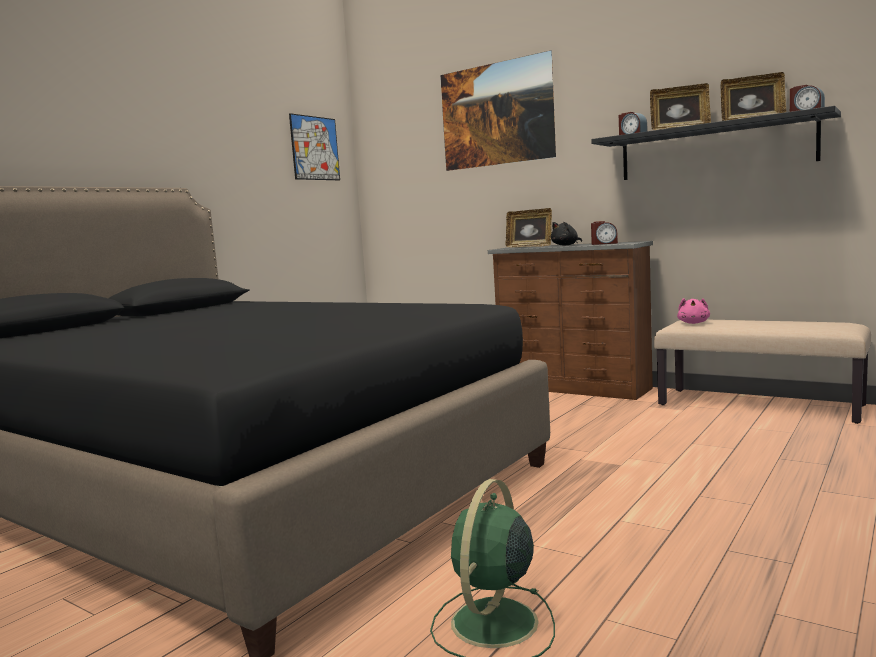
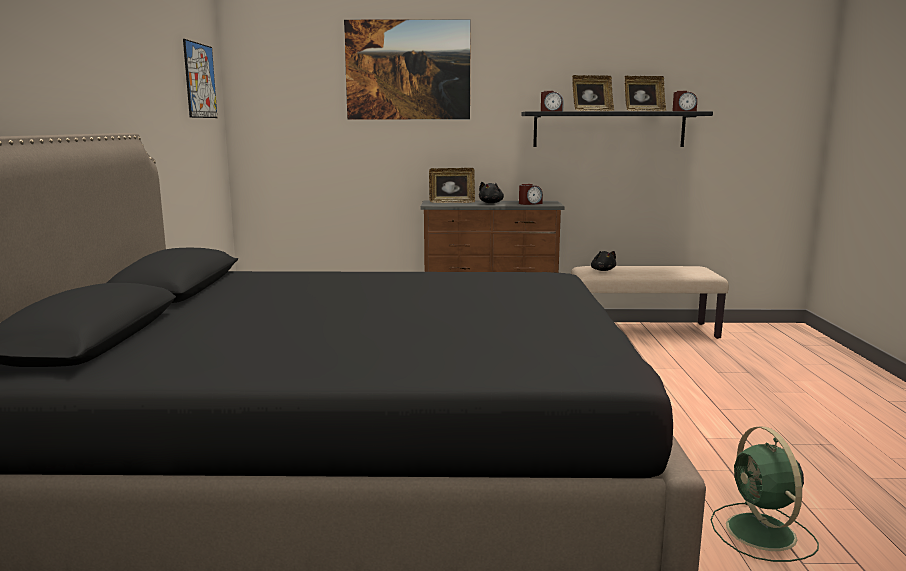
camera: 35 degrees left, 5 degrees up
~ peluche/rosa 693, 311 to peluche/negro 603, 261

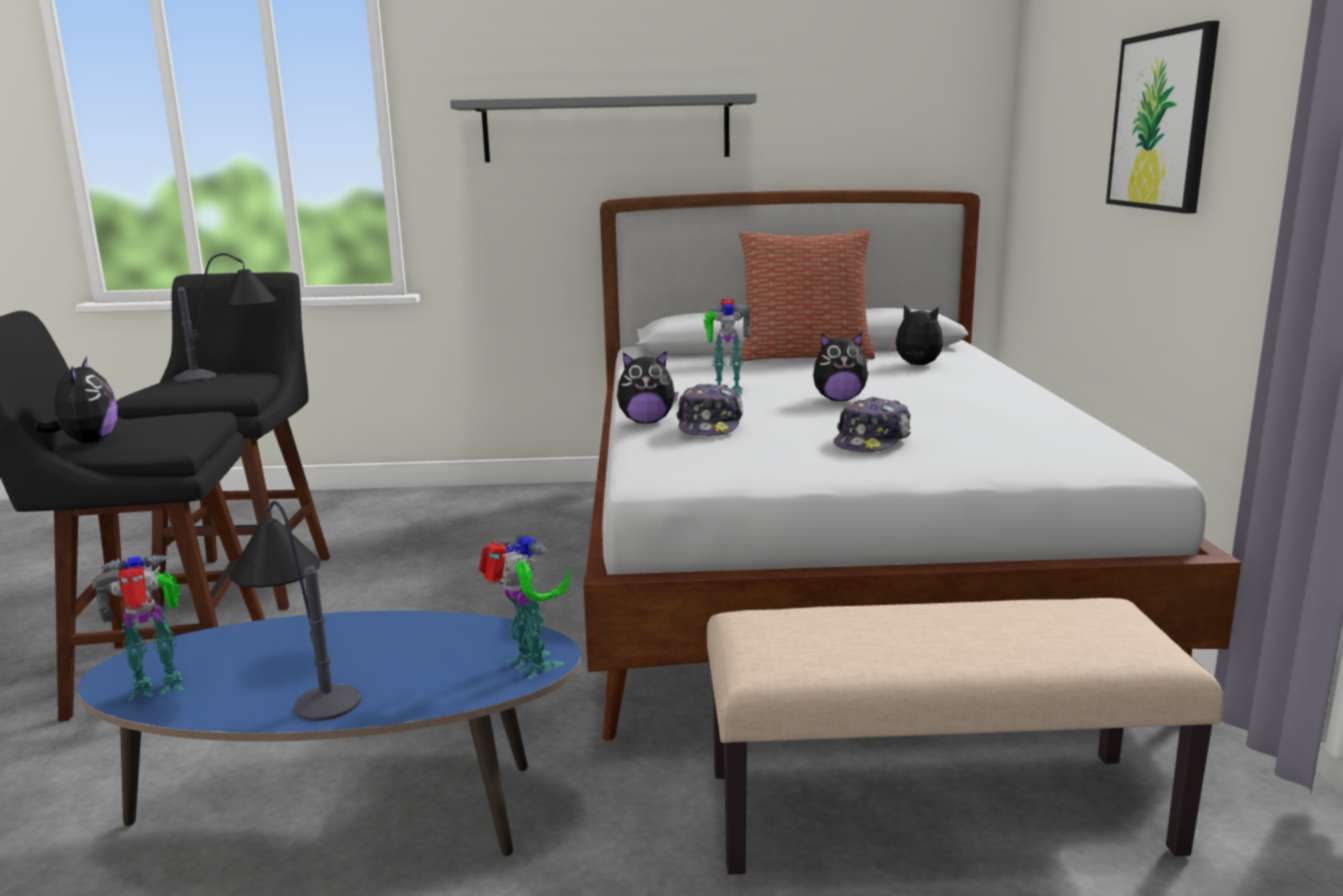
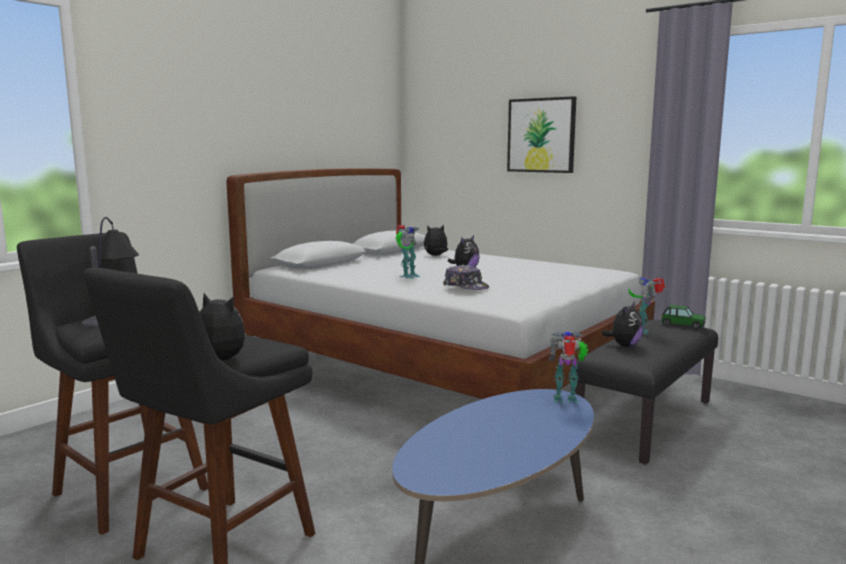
camera: 50 degrees left, 5 degrees down
~ robot de juguete 138, 627 to 647, 306
- lámpara de mesa 295, 611
- estante/gris 603, 128
~ peluche 648, 387 to 622, 324
~ banco/beis 965, 736 to banco/negro 644, 392
- cojín 807, 295
- gorra 872, 424
+ coche de juguete 683, 317

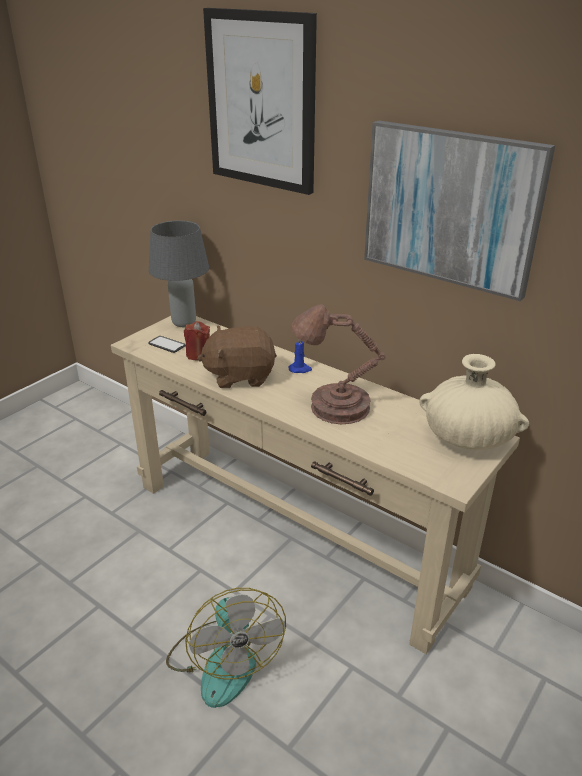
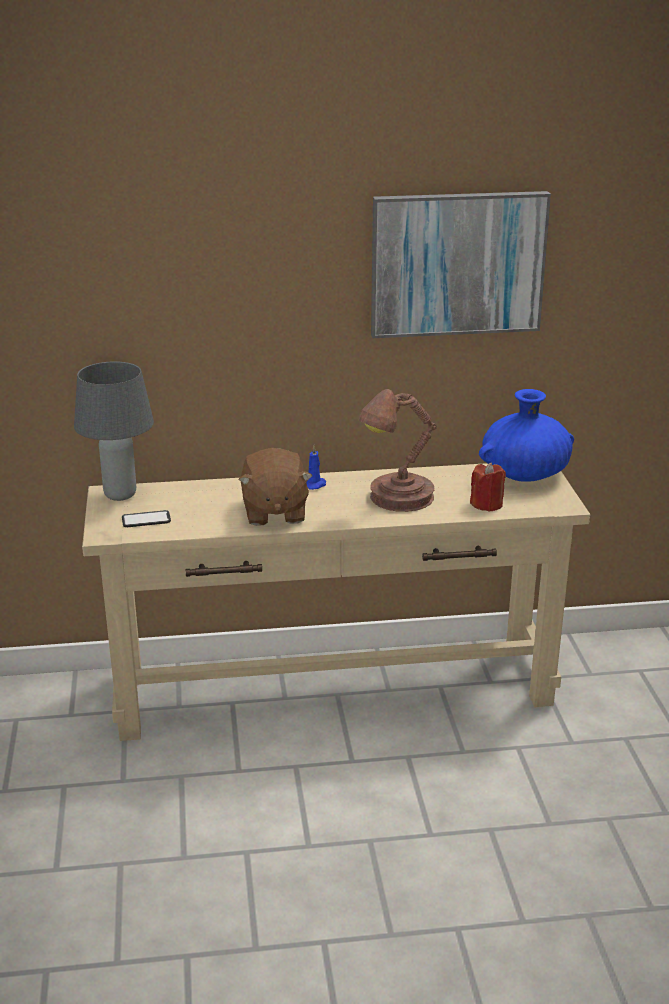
camera: 45 degrees left, 5 degrees down
- ventilador 226, 648
~ vela/rojo 197, 341 to 488, 487
~ peluche/marrón 237, 356 = 275, 487 45 degrees counterclockwise
- cuadro 260, 101
~ florero/beis 474, 402 to florero/azul 526, 435

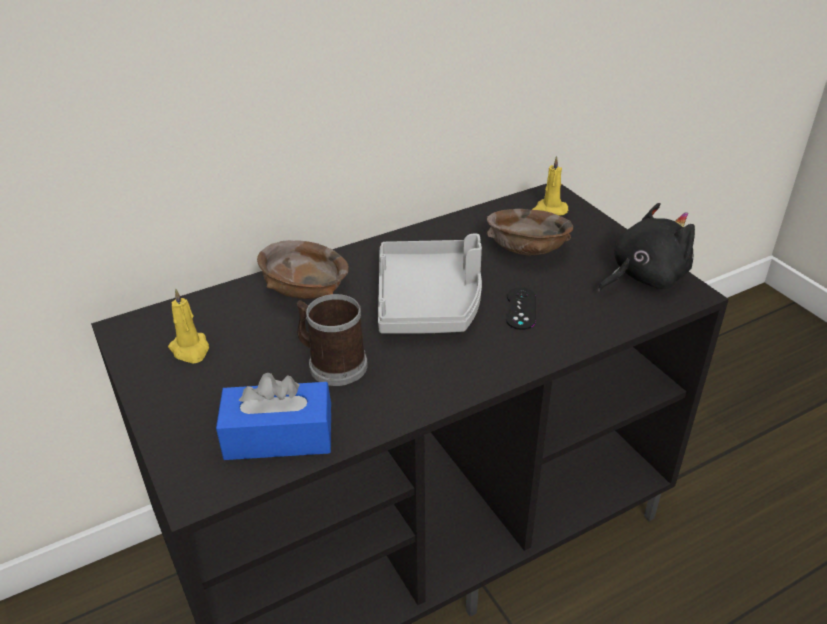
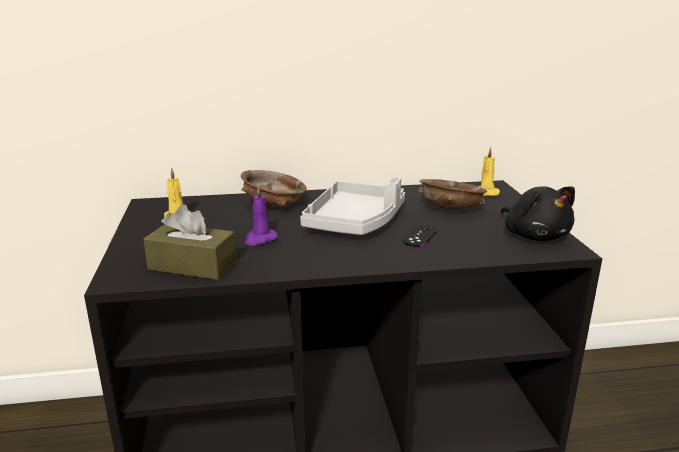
camera: 20 degrees right, 15 degrees down
~ caja de pañuelos/azul 273, 416 to caja de pañuelos/marrón 190, 242
~ taza grande 331, 340 to vela/morado 260, 215
~ peluche/negro 646, 247 = 538, 213 75 degrees clockwise

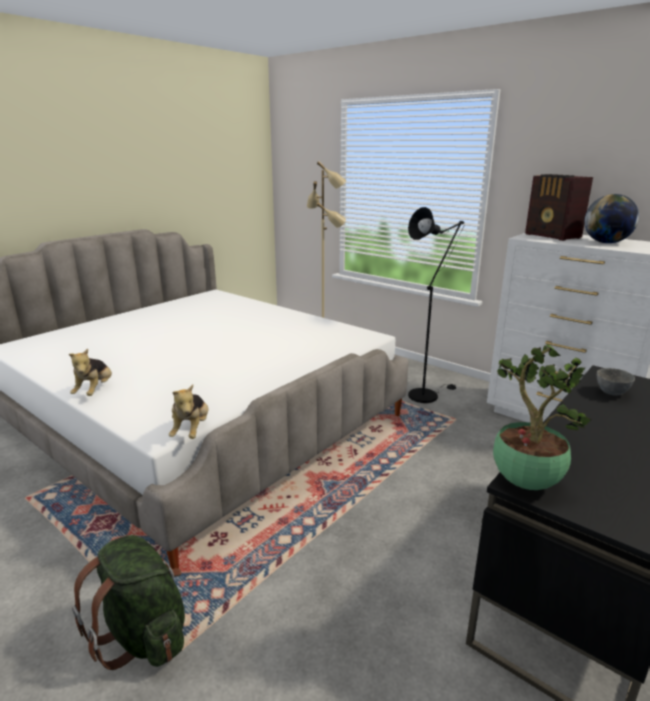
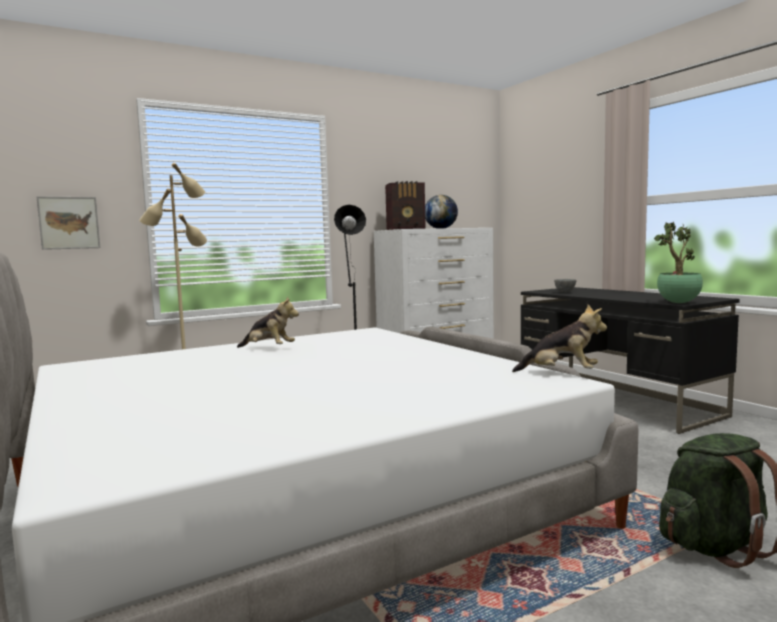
camera: 70 degrees left, 15 degrees down
~ peluche 90, 372 to 268, 322
+ cuadro 68, 223

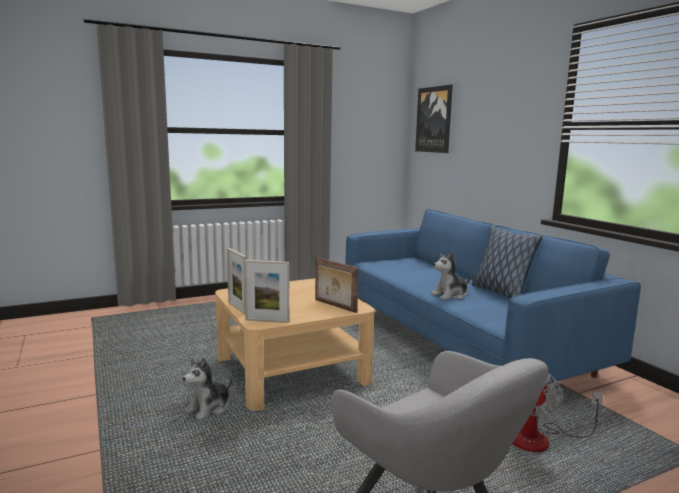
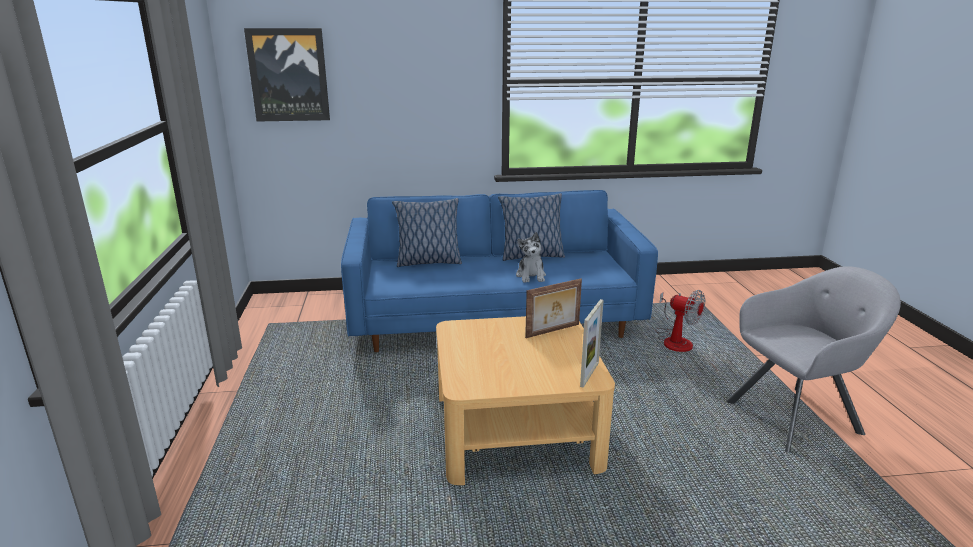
camera: 70 degrees left, 10 degrees up
- peluche 208, 389
- portarretratos 236, 281
+ cojín 427, 232

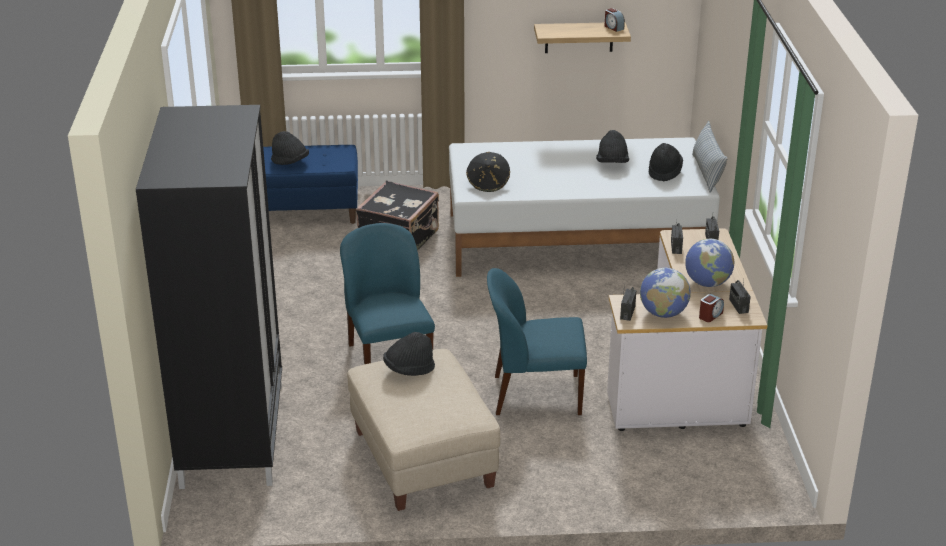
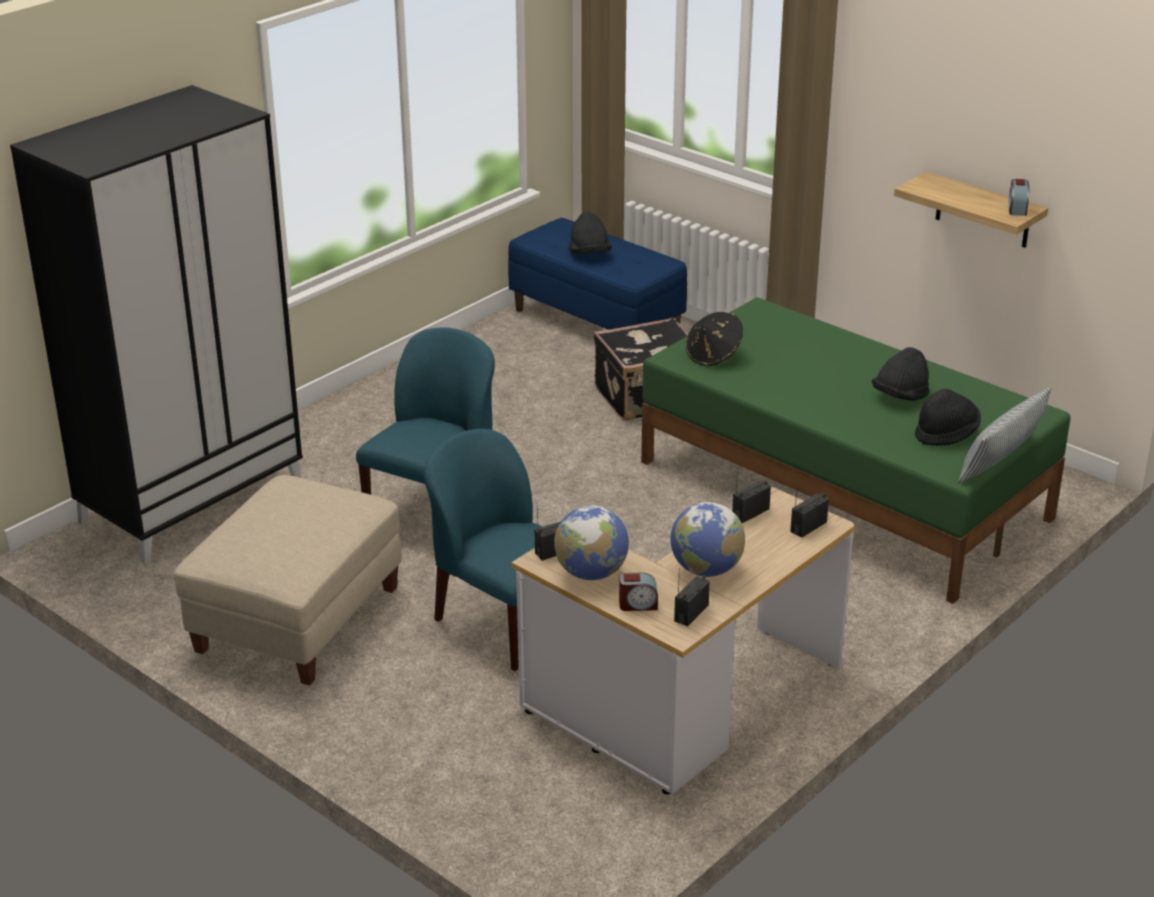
camera: 45 degrees right, 0 degrees up
- sombrero/negro 409, 354
~ cama/blanco 584, 207 to cama/verde 855, 450

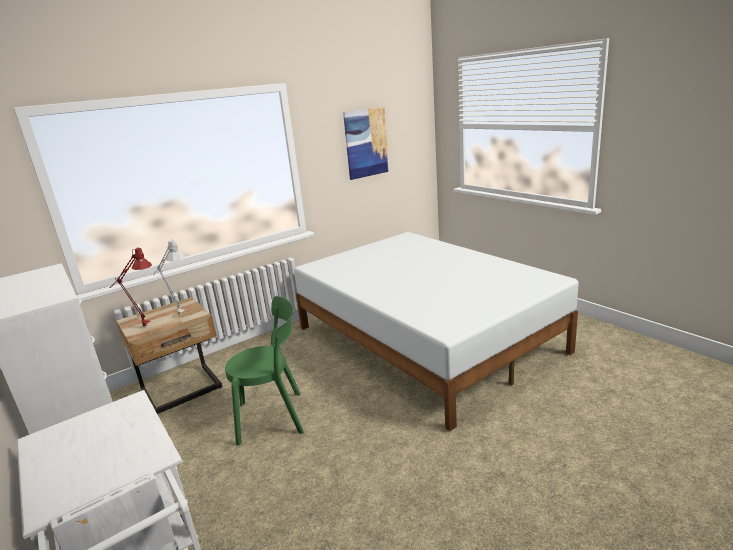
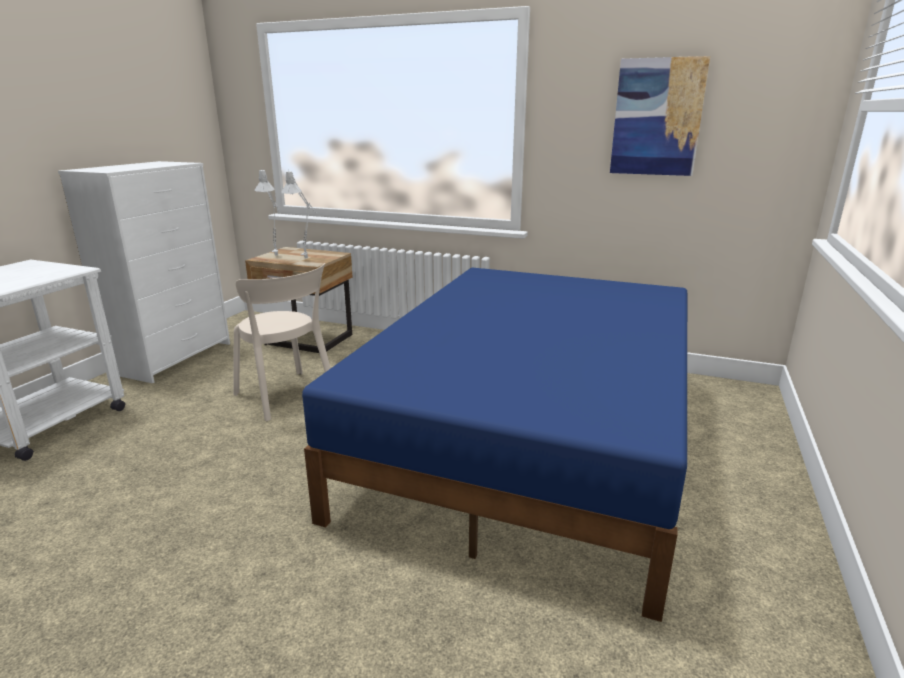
camera: 55 degrees right, 0 degrees up
~ lámpara de mesa/rojo 131, 286 to lámpara de mesa/gris 267, 212
~ silla/verde 264, 370 to silla/beis 282, 342
~ cama/blanco 436, 332 to cama/azul 494, 444

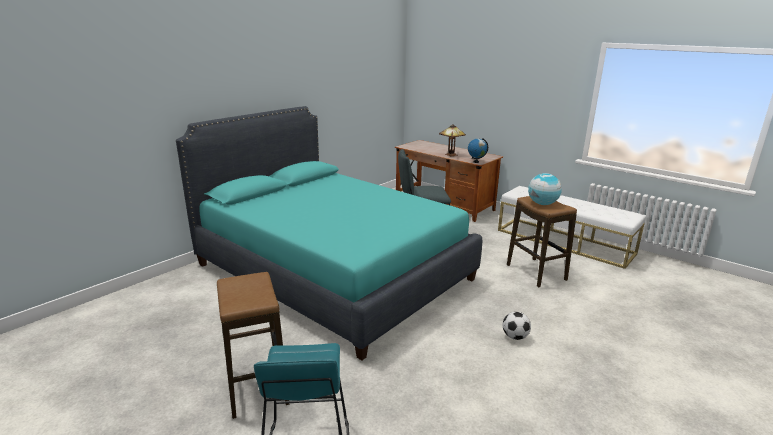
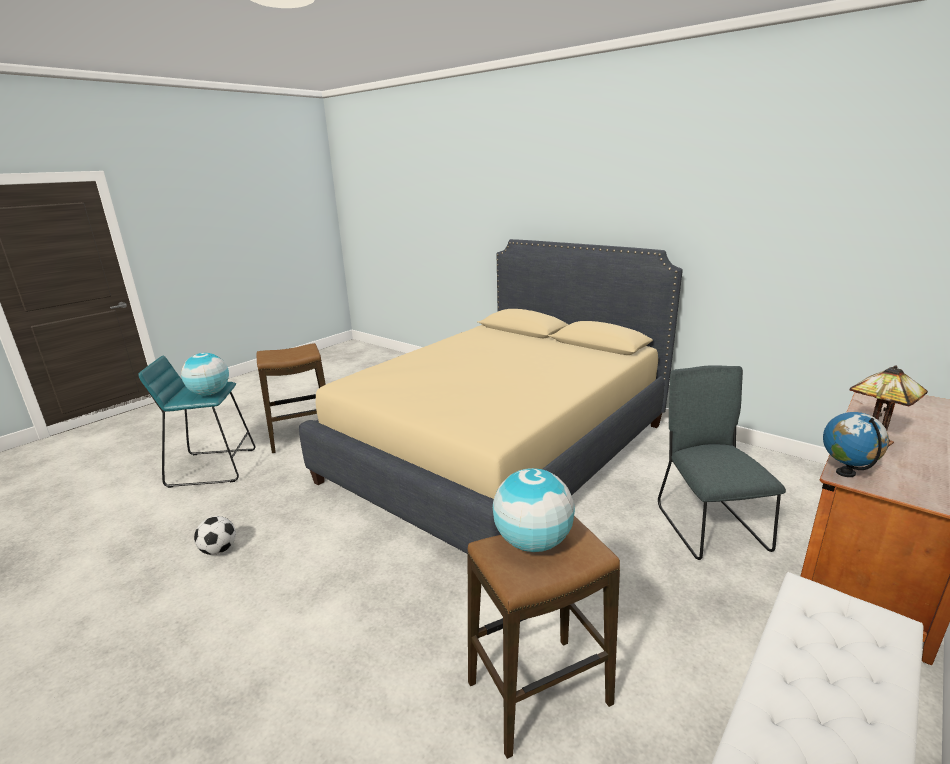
camera: 90 degrees right, 0 degrees up
~ cama/turquesa 329, 233 to cama/beis 491, 396
~ balón de fútbol 517, 326 to 215, 535
+ globo terráqueo 205, 374

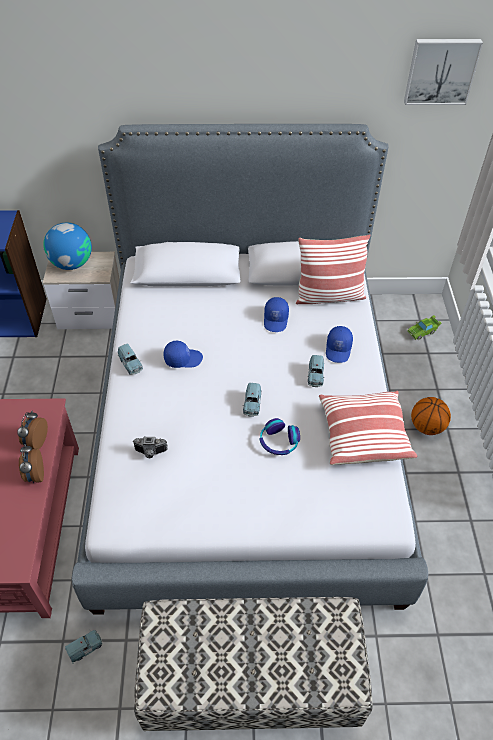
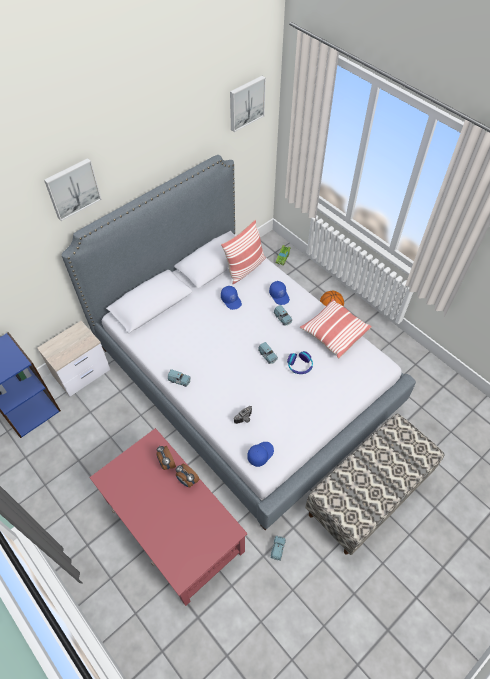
camera: 40 degrees left, 5 degrees up
- globo terráqueo 67, 246
~ gorra/azul 183, 354 to 260, 454
+ cuadro 73, 189

